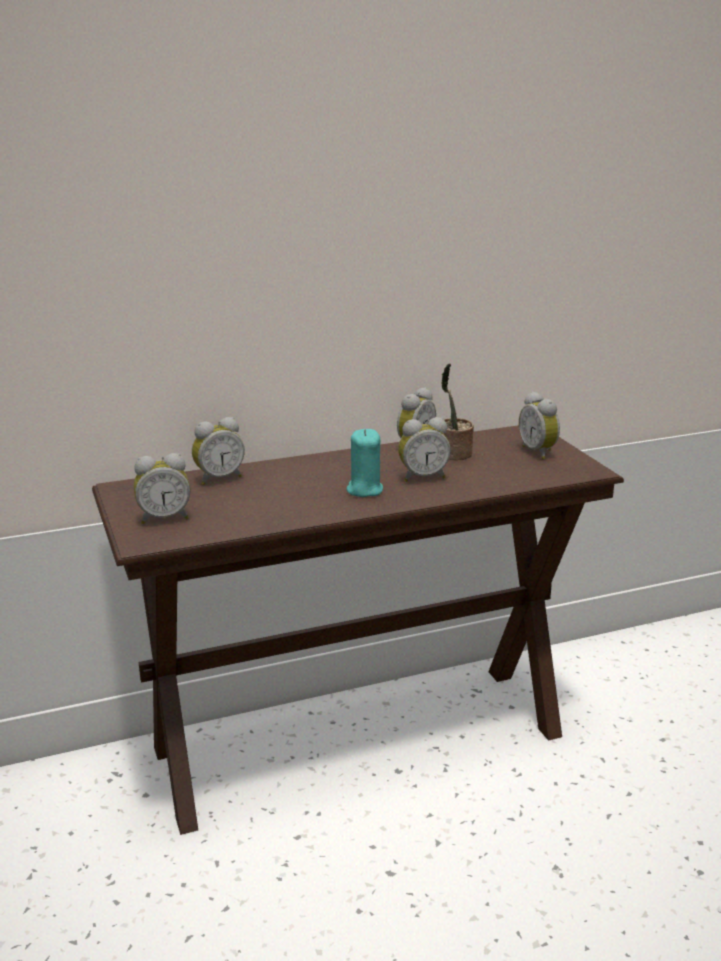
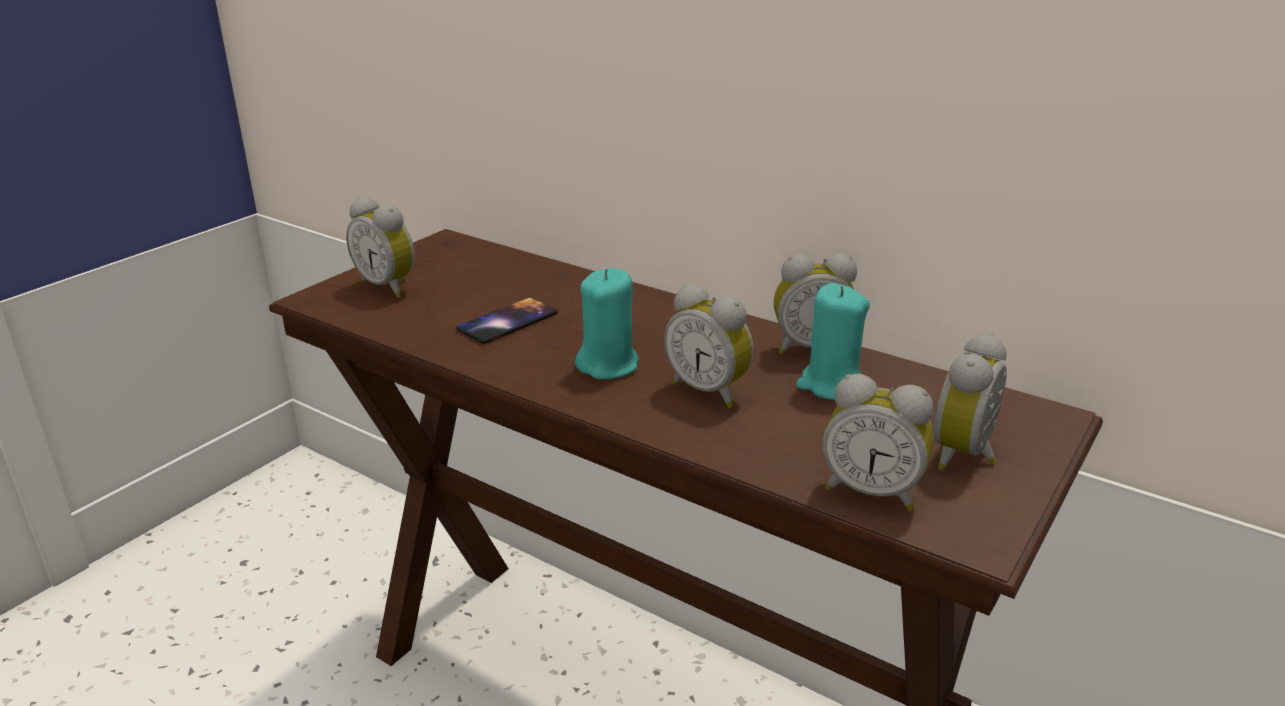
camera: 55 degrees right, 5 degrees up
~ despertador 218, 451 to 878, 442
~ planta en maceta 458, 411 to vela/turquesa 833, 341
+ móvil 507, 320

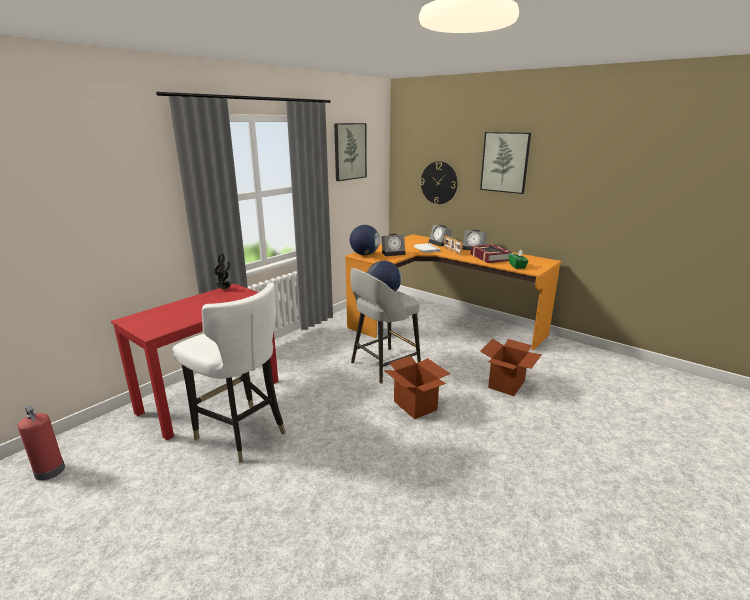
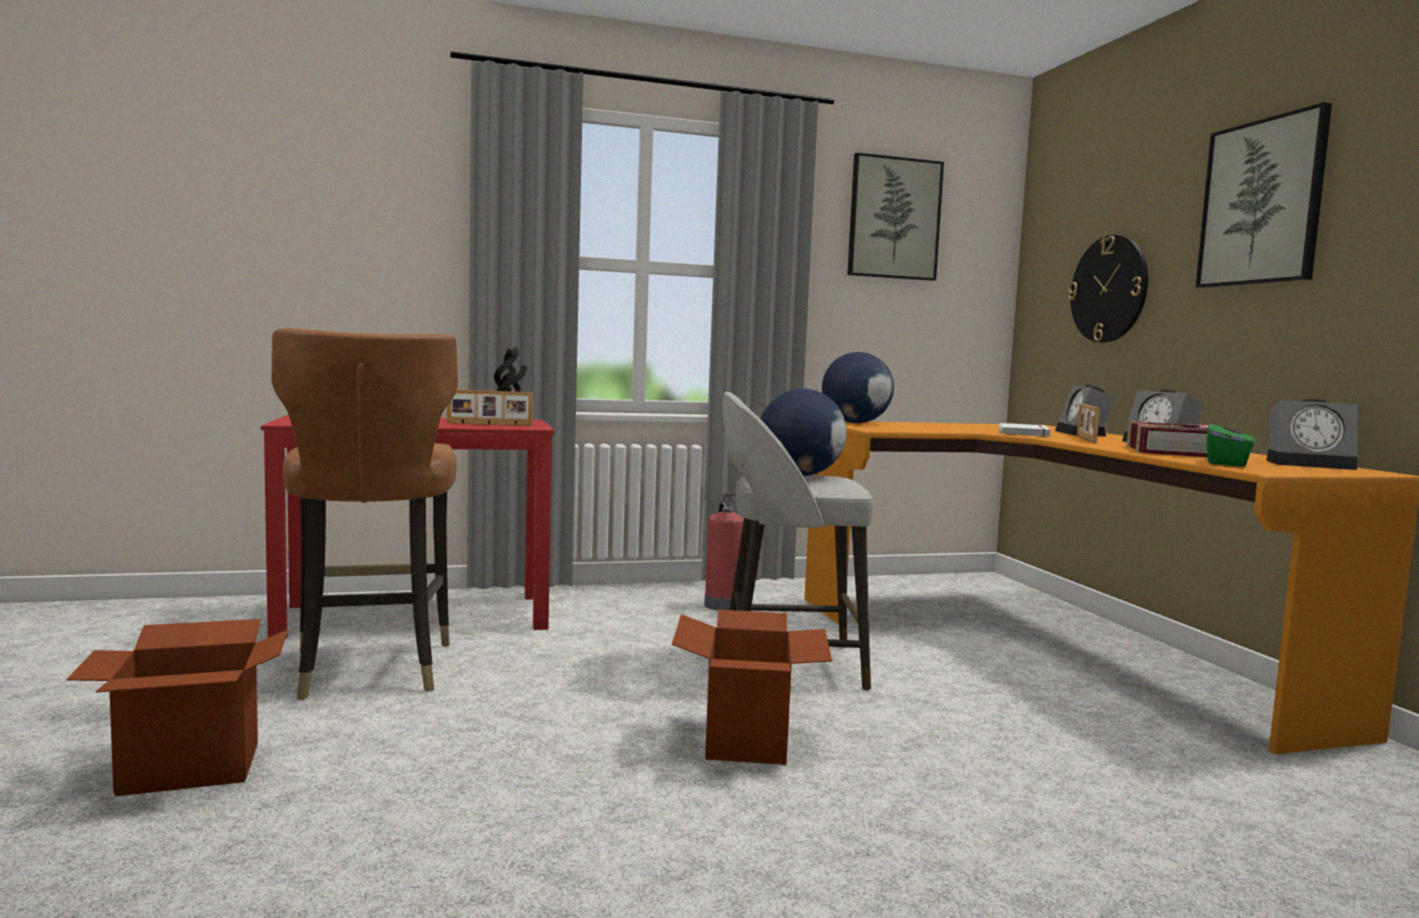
camera: 35 degrees right, 15 degrees down
~ extintor 41, 443 to 724, 552
~ silla/blanco 229, 373 to silla/marrón 364, 514
~ despertador 393, 245 to 1312, 434
~ caja de cartón 511, 367 to 177, 707
+ portarretratos 490, 408

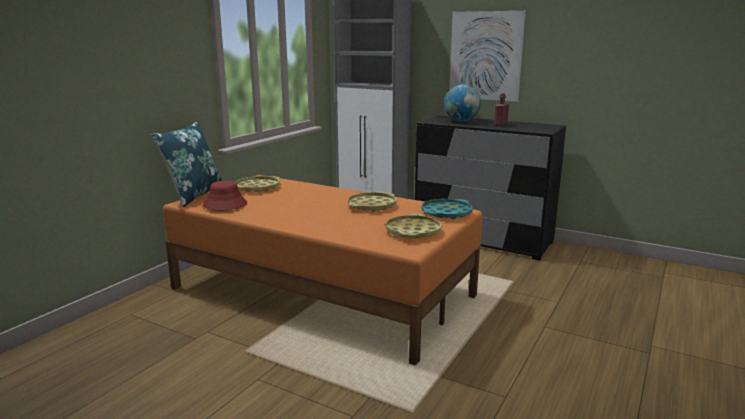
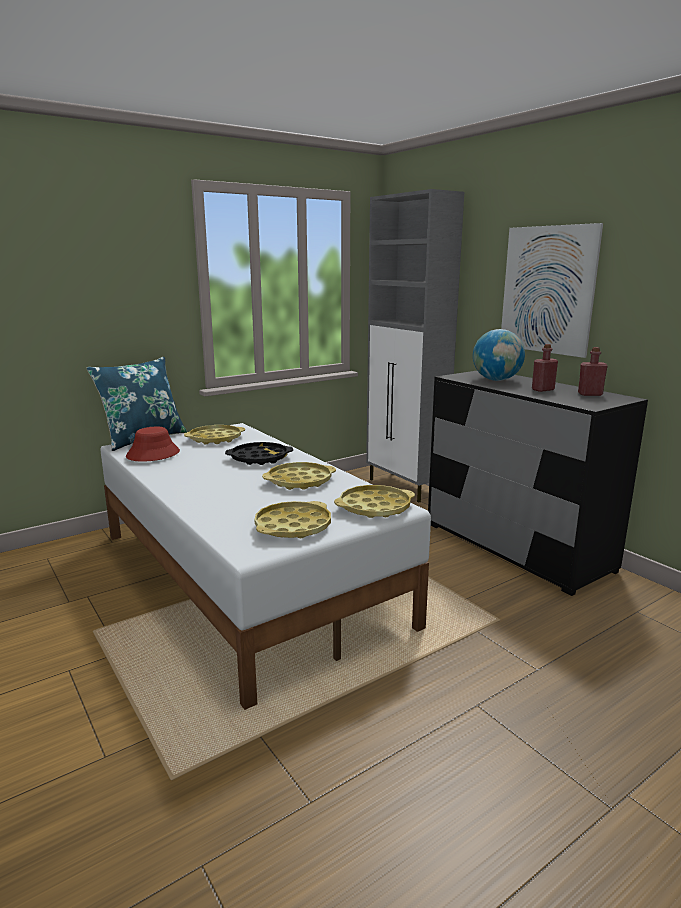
camera: 25 degrees right, 0 degrees up
~ cama/naranja 323, 270 to cama/blanco 266, 566
~ bandeja/turquesa 447, 209 to bandeja/amarillo 374, 501
+ bandeja/negro 259, 453
+ botella/rojo 593, 371

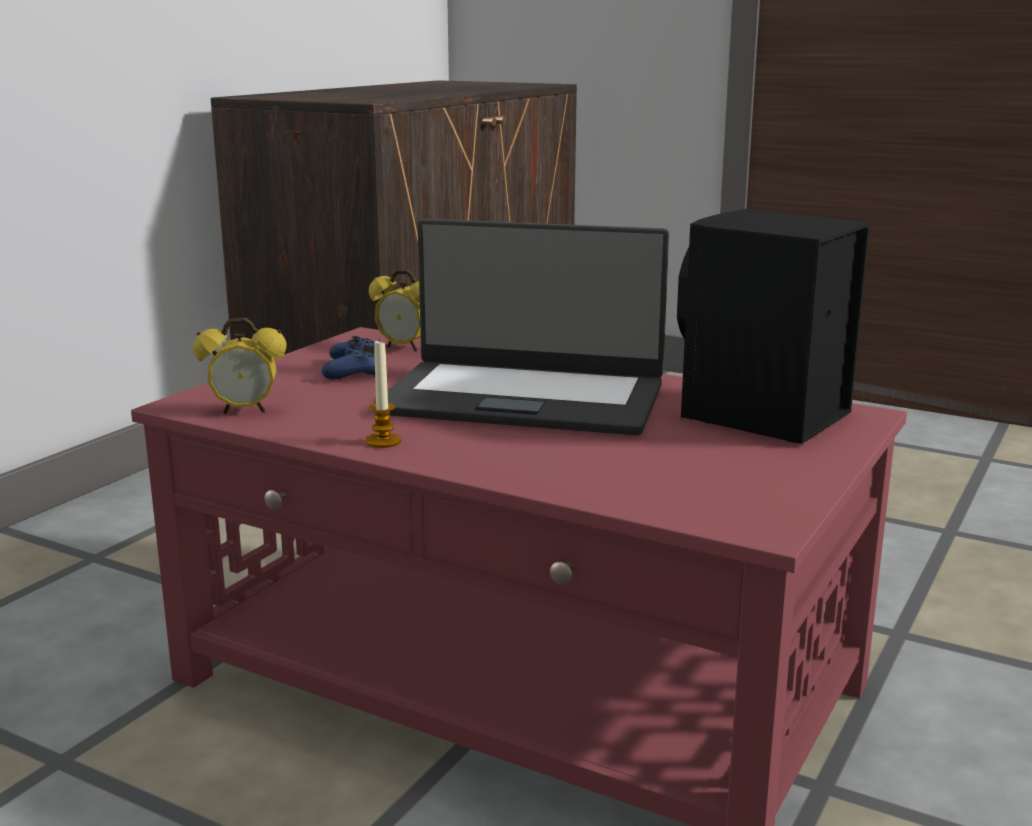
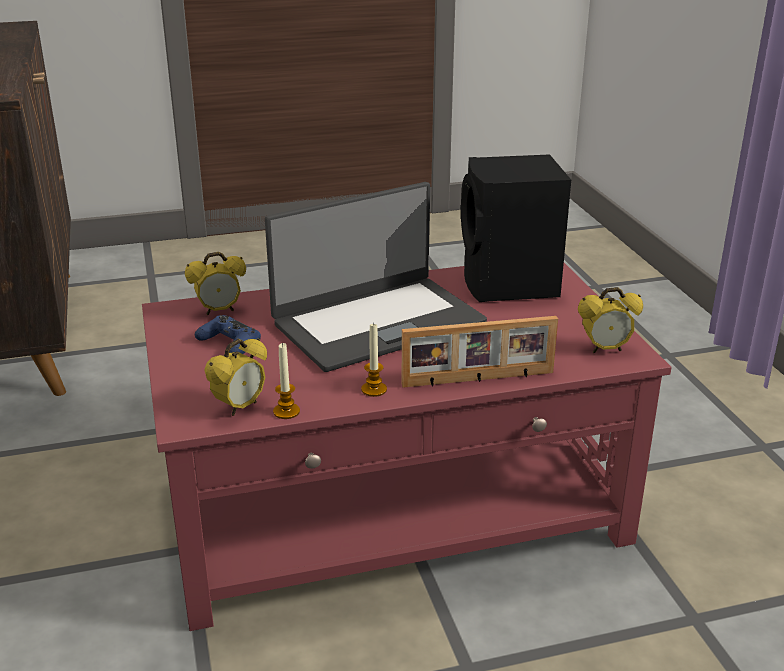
camera: 45 degrees left, 10 degrees up
+ vela 286, 381
+ portarretratos 480, 352
+ despertador 610, 320

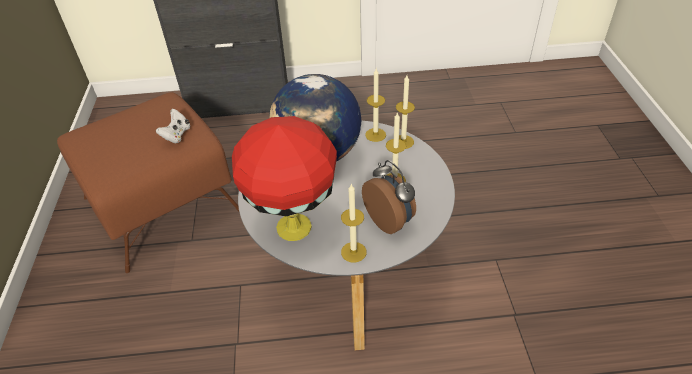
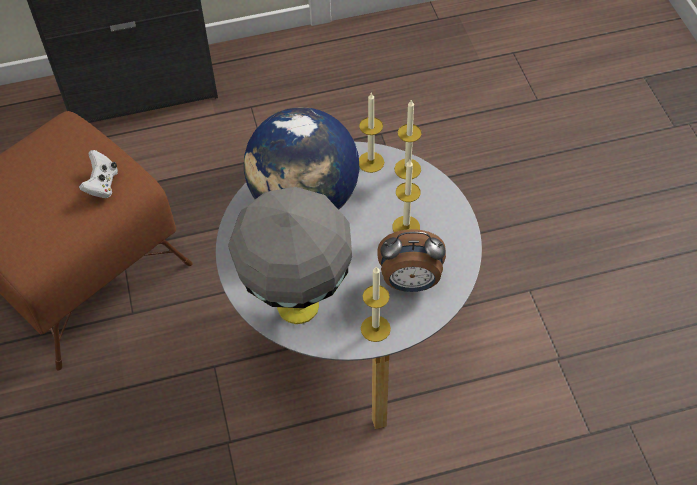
camera: 10 degrees left, 10 degrees up
~ lámpara de mesa/rojo 284, 178 to lámpara de mesa/gris 290, 255
~ despertador 389, 197 = 412, 260 135 degrees clockwise

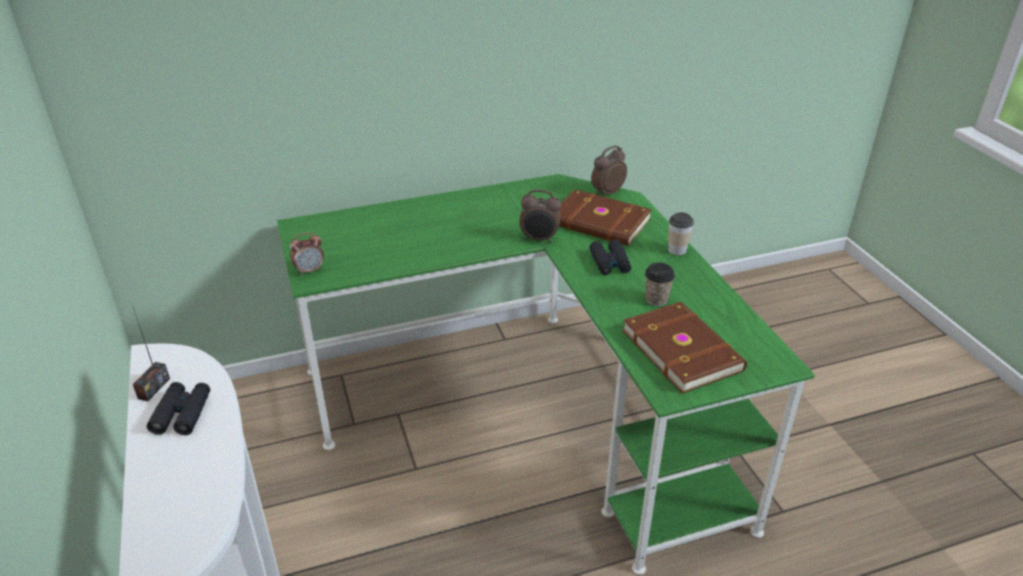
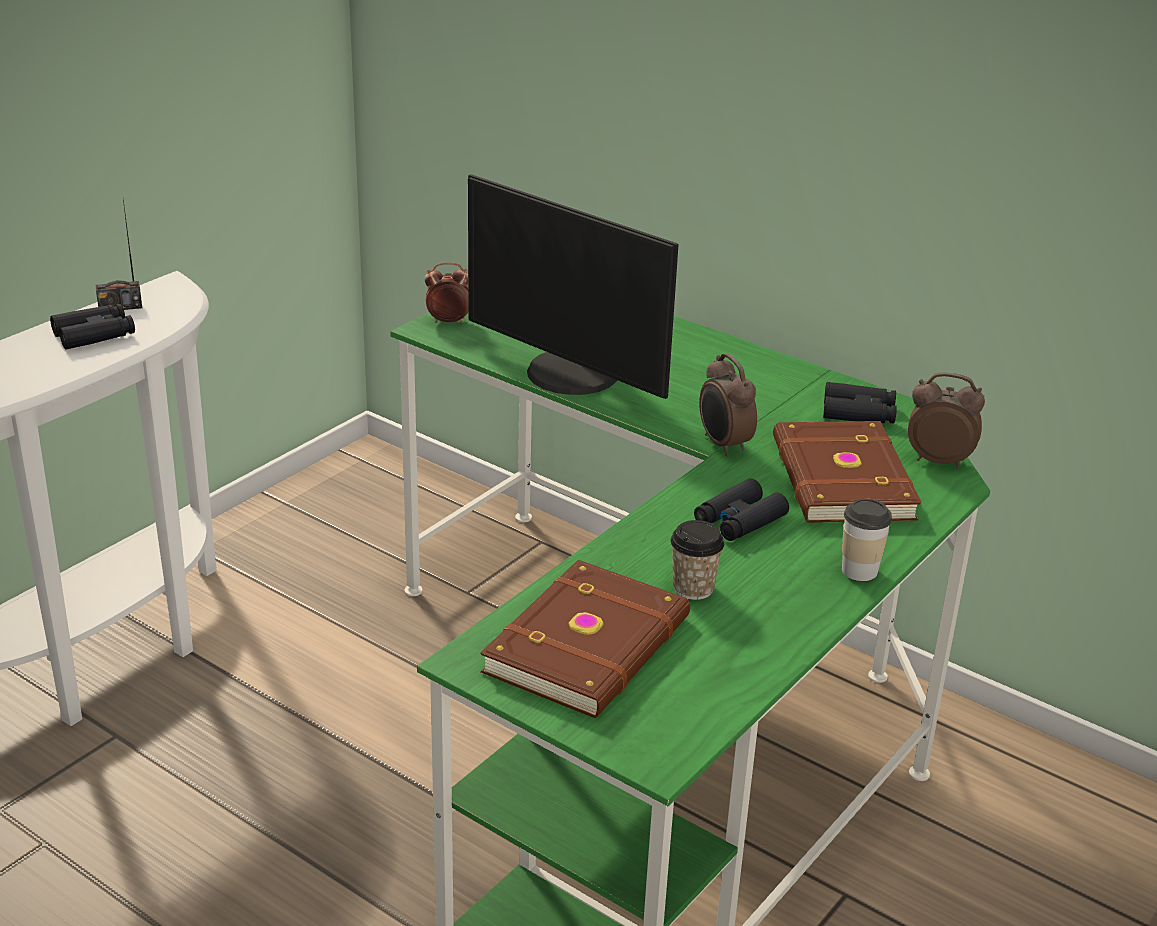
camera: 55 degrees right, 5 degrees down
~ despertador 307, 254 = 446, 293 150 degrees clockwise
+ monitor 573, 286
+ prismáticos/negro 860, 403

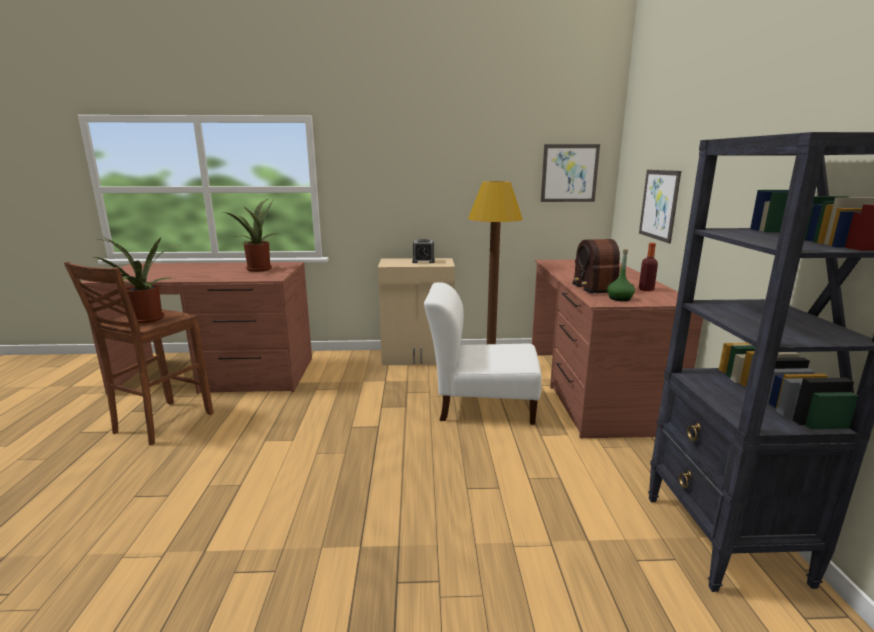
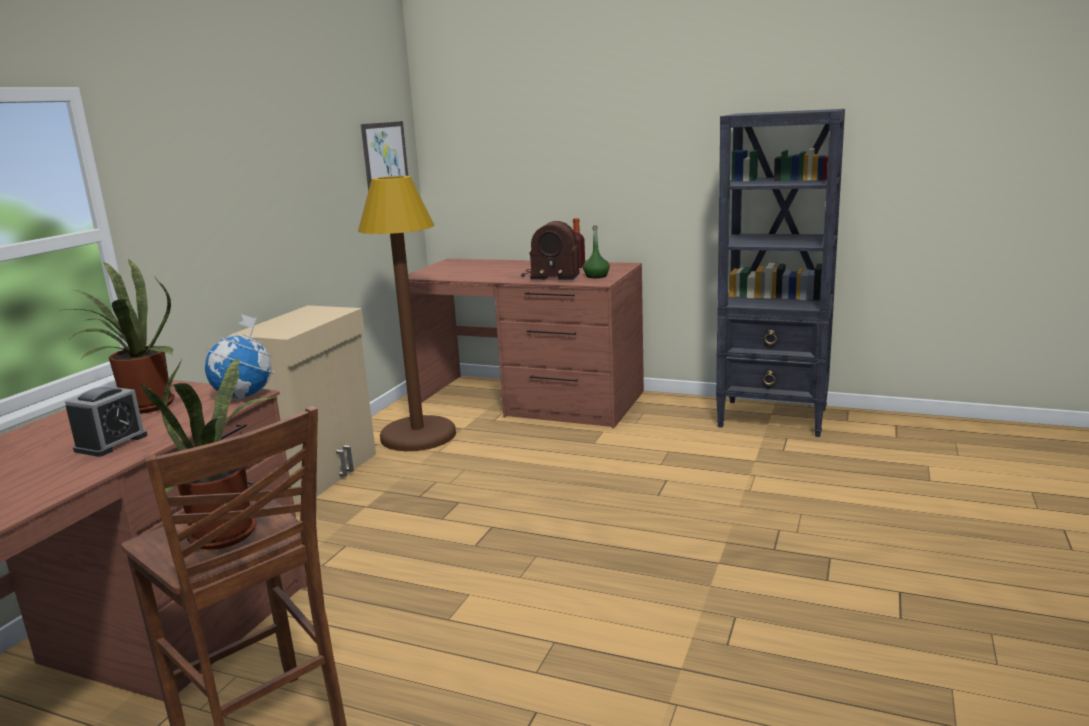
camera: 65 degrees left, 0 degrees up
~ despertador 423, 251 to 106, 421
- silla/blanco 483, 353
- cuadro 660, 206
+ globo terráqueo 240, 356

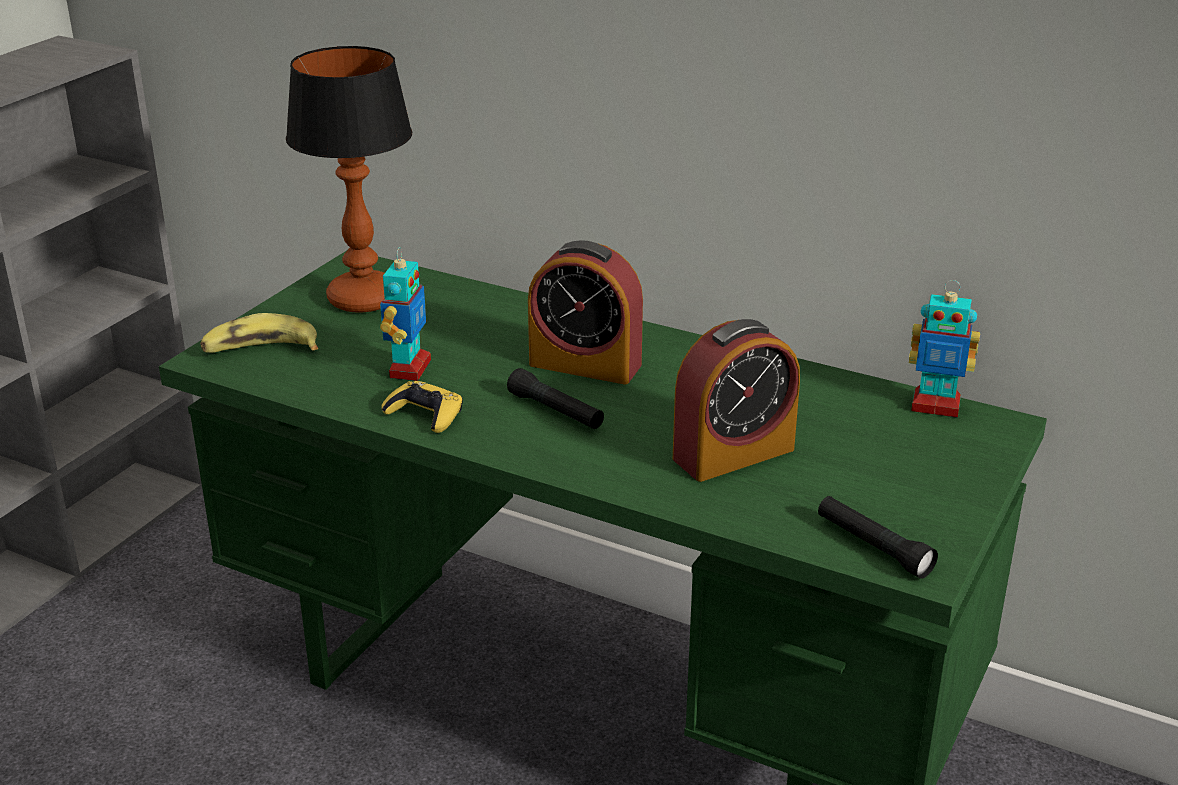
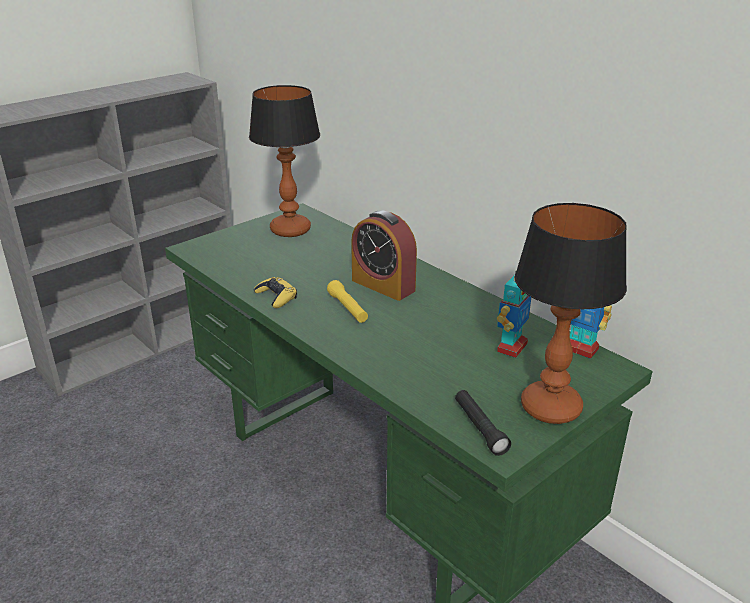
camera: 20 degrees right, 0 degrees up
- plátano 259, 333
~ robot de juguete 405, 314 to 514, 316
~ linterna/negro 555, 398 to linterna/amarillo 347, 301
- despertador 736, 400
+ lámpara de mesa 570, 313

